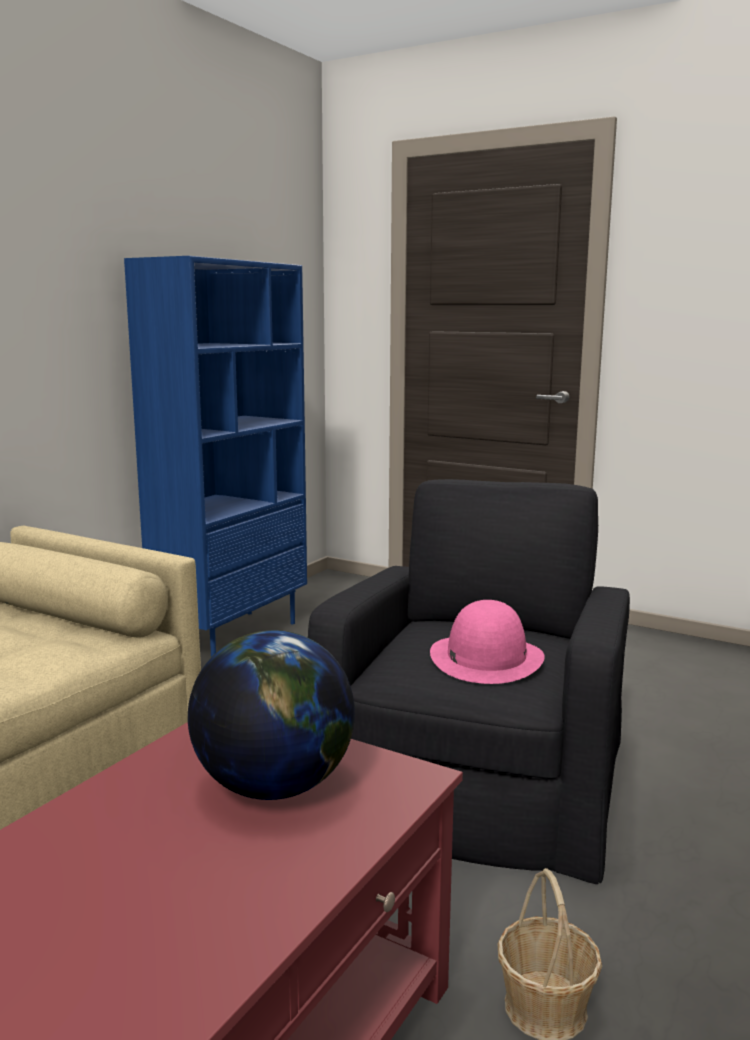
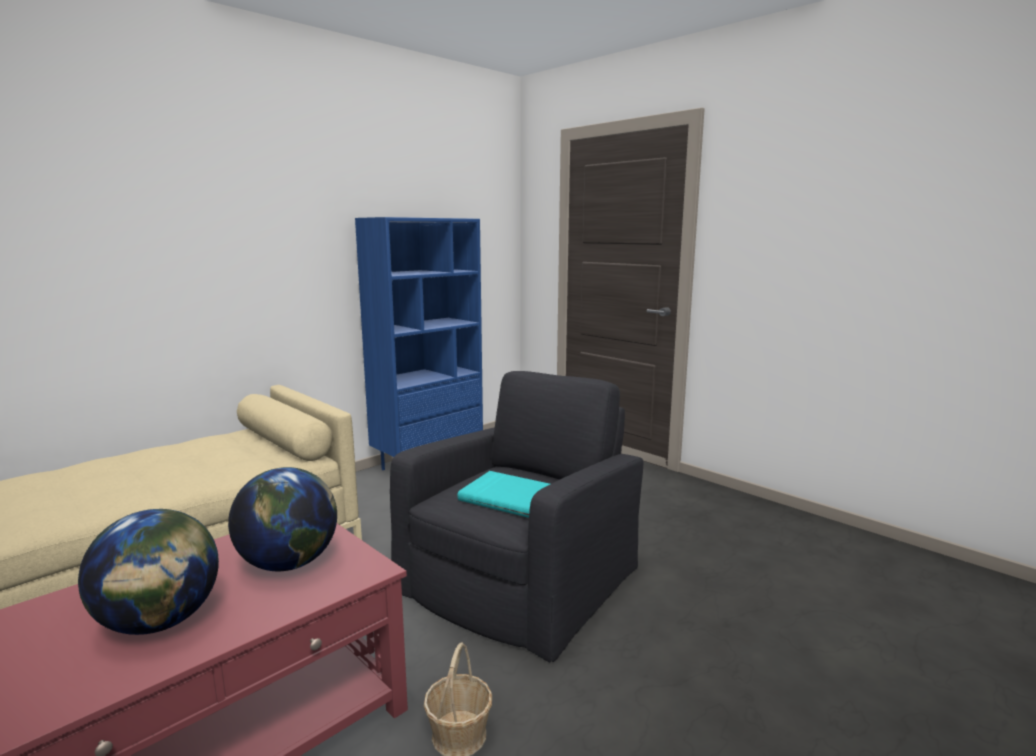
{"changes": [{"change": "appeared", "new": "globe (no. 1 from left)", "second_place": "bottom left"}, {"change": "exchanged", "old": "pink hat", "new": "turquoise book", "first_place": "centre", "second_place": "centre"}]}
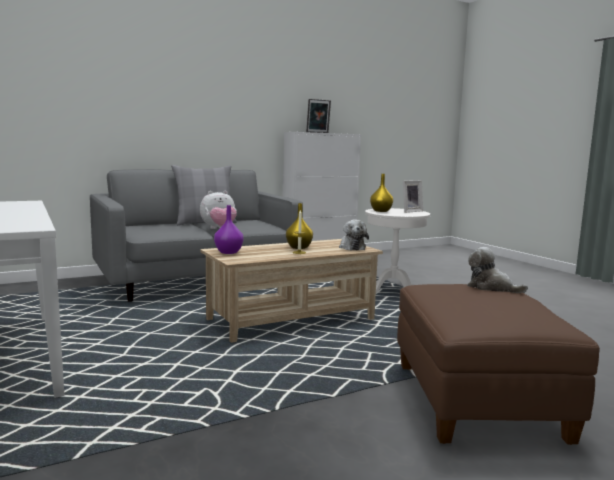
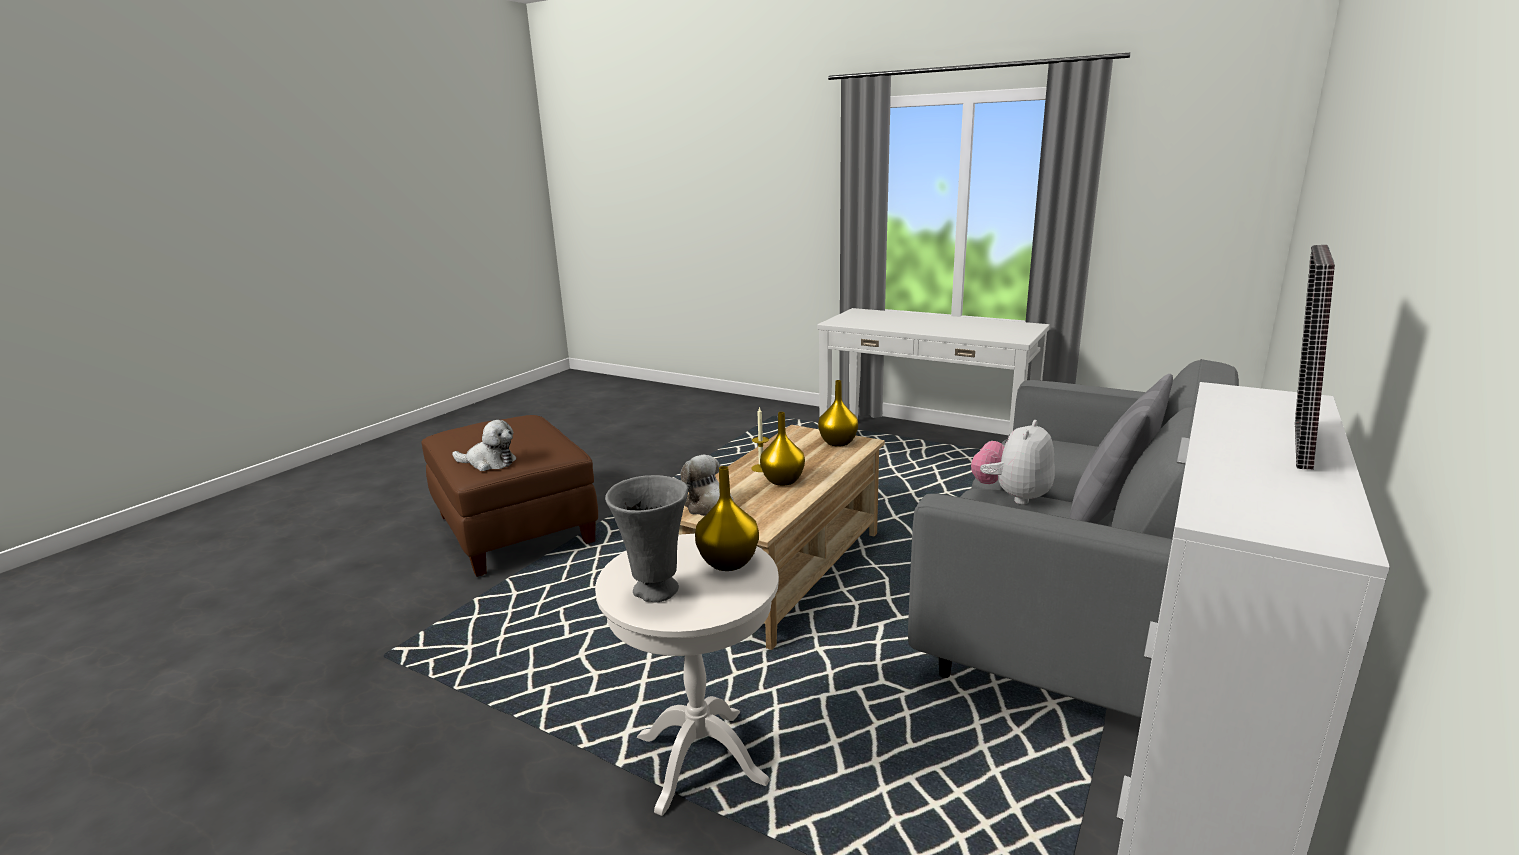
{"changes": [{"change": "exchanged", "old": "picture frame (no. 2 from left)", "new": "grey vase", "first_place": "middle right", "second_place": "centre"}, {"change": "colour", "old": "purple vase", "new": "yellow vase (no. 3 from left)", "first_place": "centre", "second_place": "centre"}]}
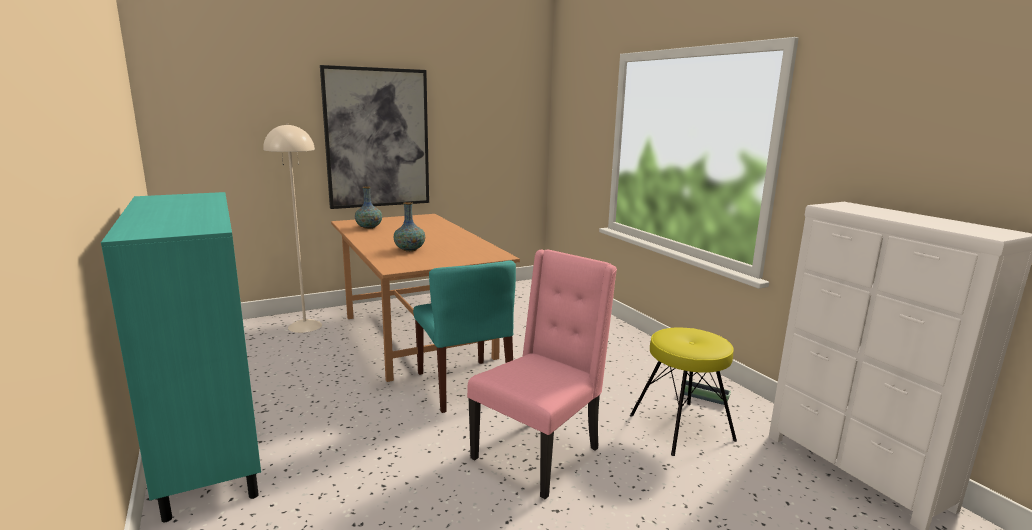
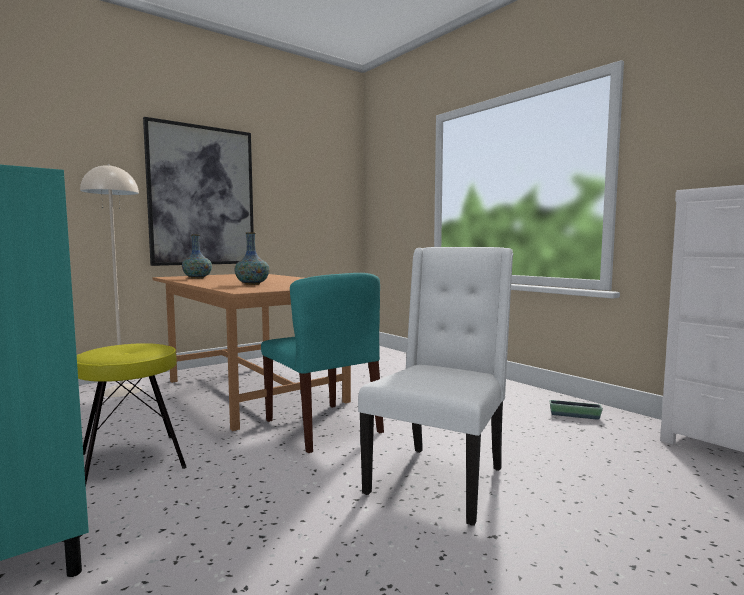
{"changes": [{"change": "relocated", "old": "yellow stool", "first_place": "bottom centre", "second_place": "bottom left"}, {"change": "colour", "old": "pink chair", "new": "white chair", "first_place": "bottom centre", "second_place": "centre"}]}
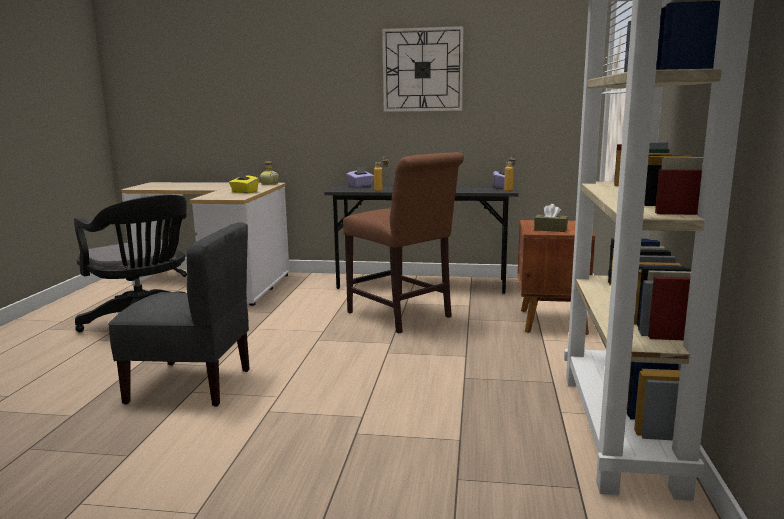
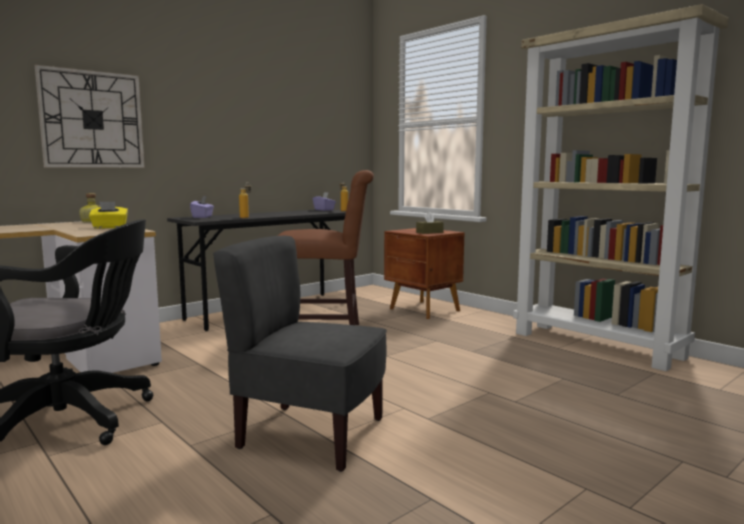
{"changes": [{"change": "relocated", "old": "wall clock", "first_place": "top centre", "second_place": "top left"}, {"change": "spun", "old": "grey chair", "first_place": "middle left", "second_place": "bottom centre", "degrees": -120}]}
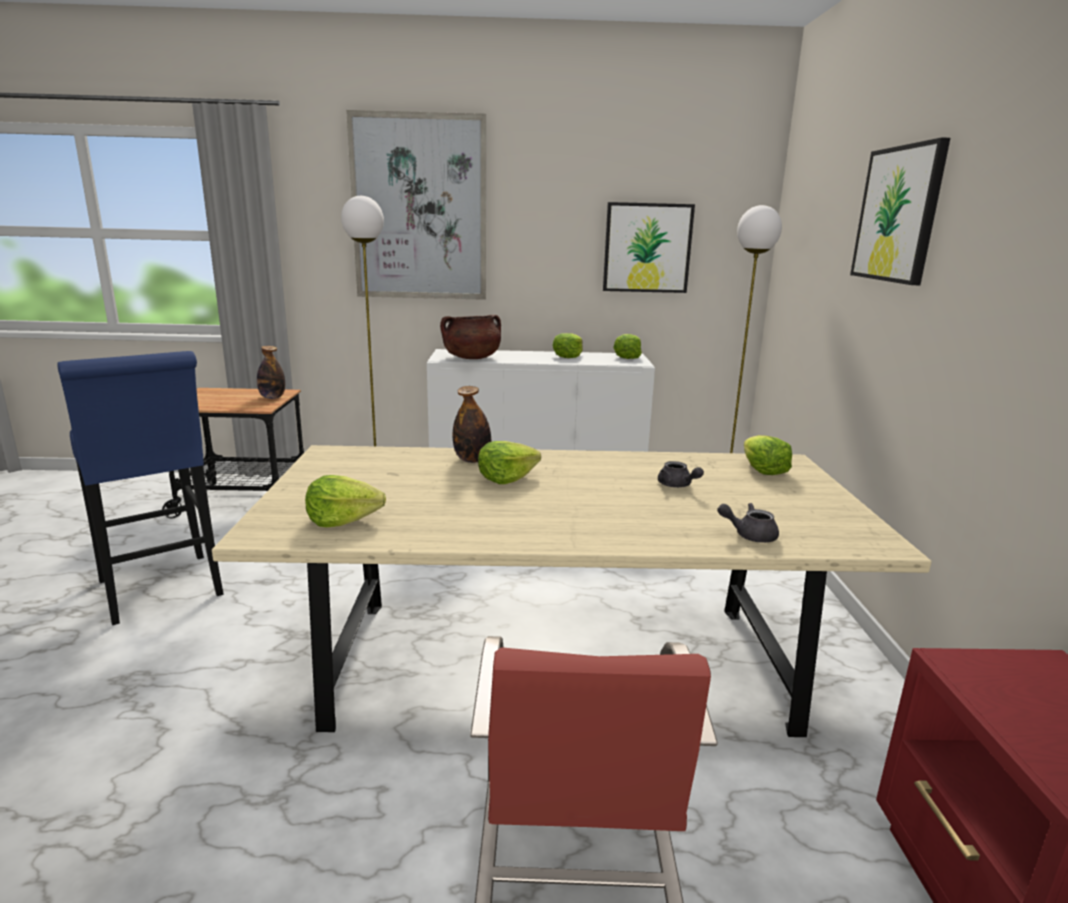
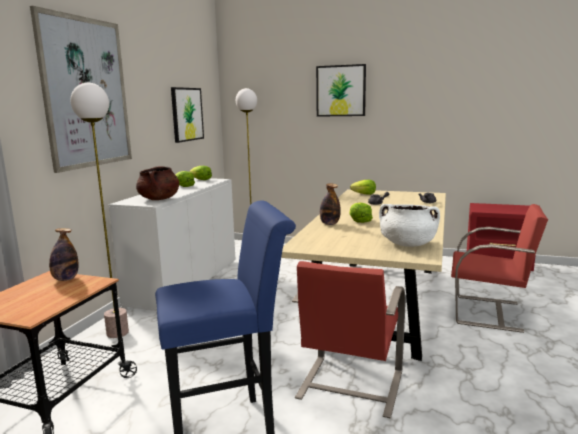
{"changes": [{"change": "appeared", "new": "red chair (no. 1 from left)", "second_place": "bottom centre"}, {"change": "exchanged", "old": "lettuce (no. 1 from left)", "new": "white cooking pot", "first_place": "middle left", "second_place": "middle right"}]}
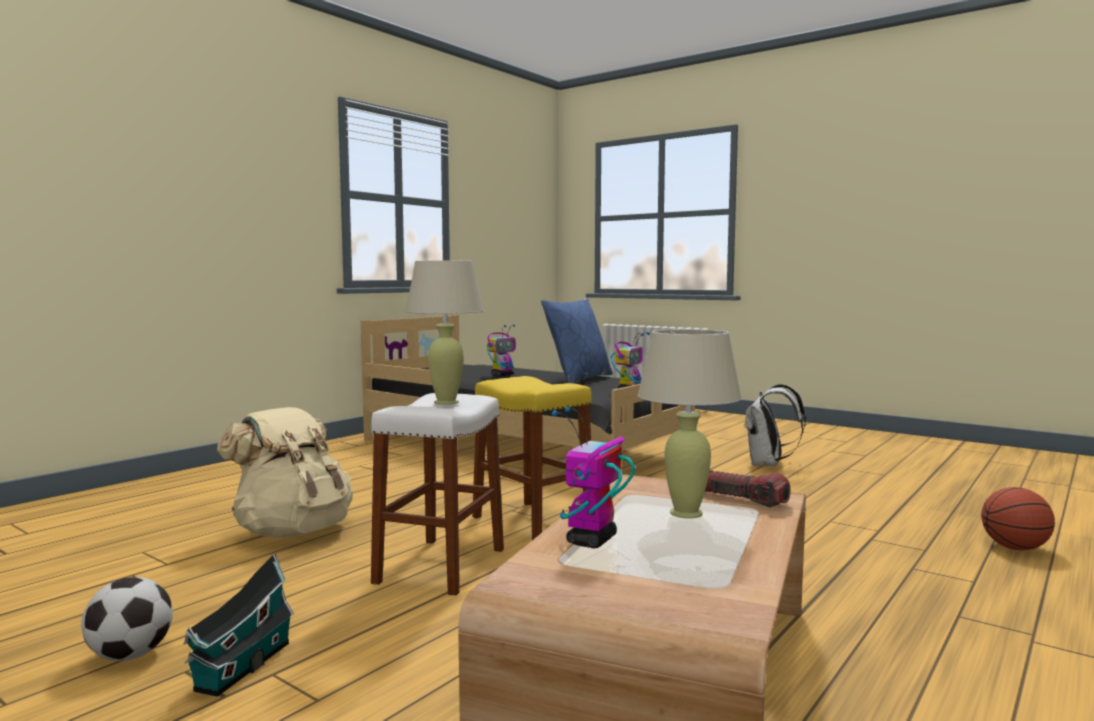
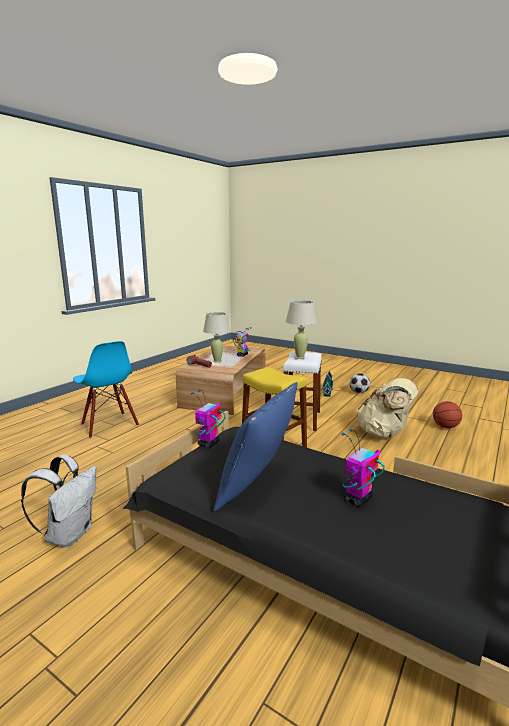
{"changes": [{"change": "appeared", "new": "blue chair", "second_place": "middle left"}, {"change": "relocated", "old": "basketball", "first_place": "bottom right", "second_place": "middle right"}]}
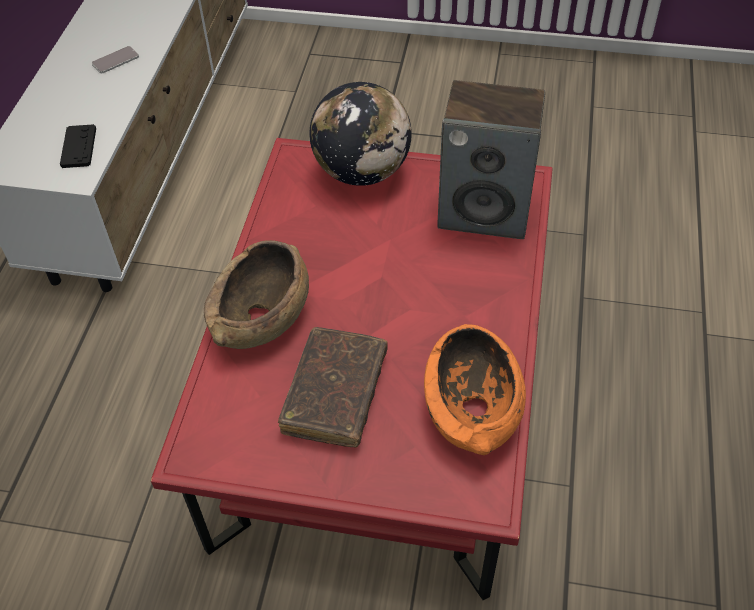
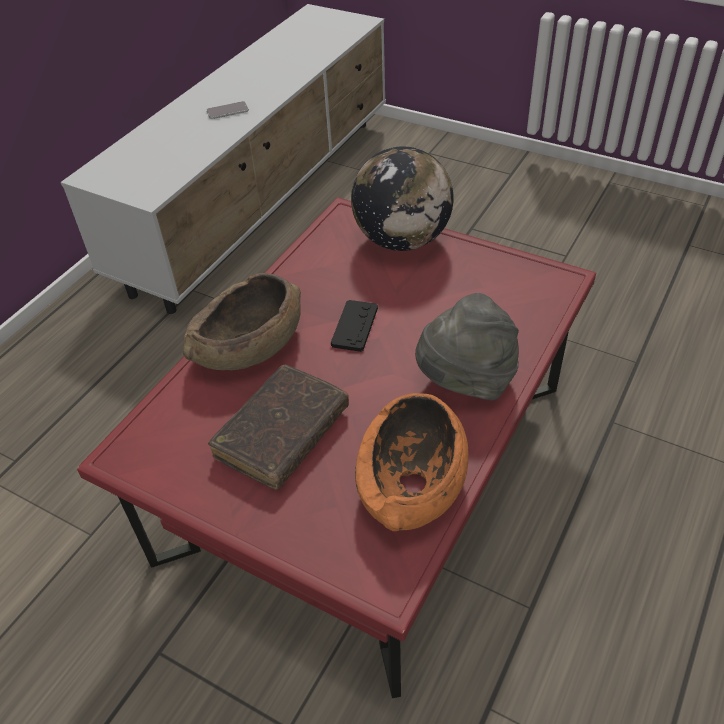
{"changes": [{"change": "relocated", "old": "black game controller", "first_place": "top left", "second_place": "centre"}, {"change": "appeared", "new": "grey hat", "second_place": "centre"}, {"change": "missing", "old": "speaker", "first_place": "top centre"}]}
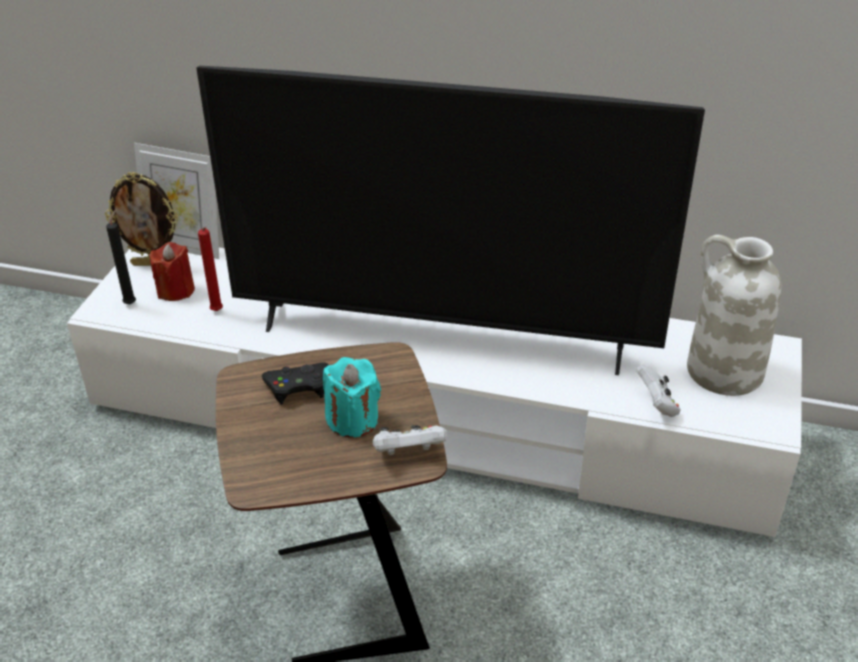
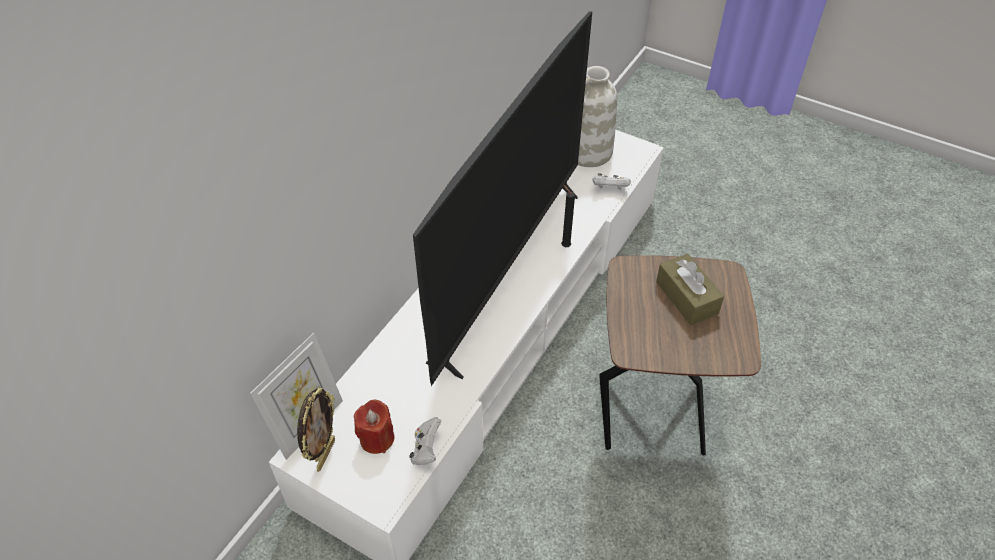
{"changes": [{"change": "relocated", "old": "white game controller (no. 1 from left)", "first_place": "centre", "second_place": "bottom centre"}, {"change": "relocated", "old": "black candle", "first_place": "middle left", "second_place": "centre"}, {"change": "exchanged", "old": "turquoise candle", "new": "brown tissue box", "first_place": "centre", "second_place": "middle right"}, {"change": "missing", "old": "red candle (no. 2 from left)", "first_place": "middle left"}, {"change": "missing", "old": "black game controller", "first_place": "centre"}]}
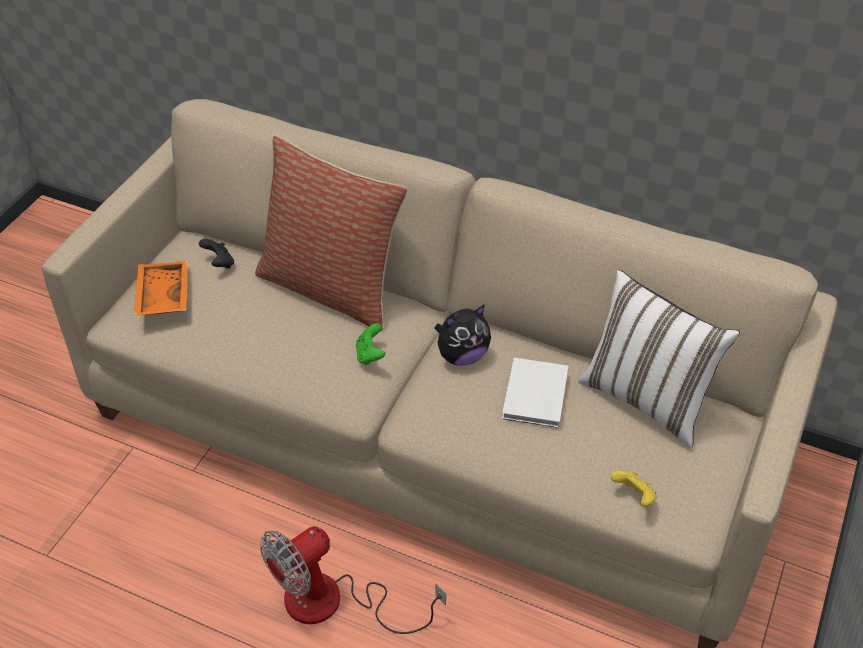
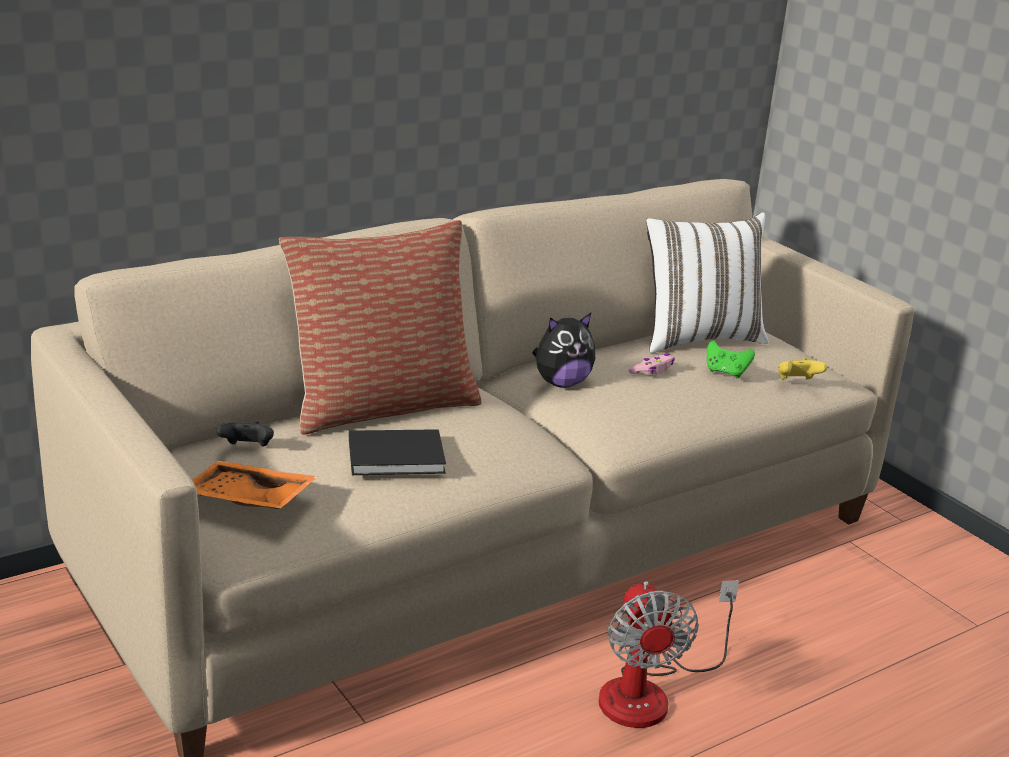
{"changes": [{"change": "appeared", "new": "black book", "second_place": "centre"}, {"change": "spun", "old": "plush toy", "first_place": "centre", "second_place": "centre", "degrees": 60}, {"change": "exchanged", "old": "white book", "new": "pink game controller", "first_place": "centre", "second_place": "centre"}, {"change": "relocated", "old": "green game controller", "first_place": "centre", "second_place": "middle right"}]}
